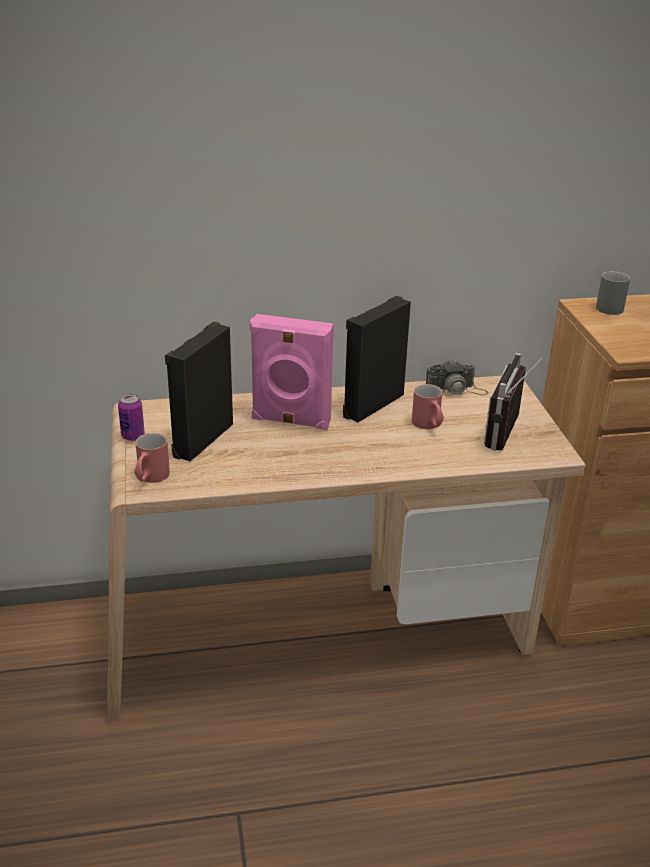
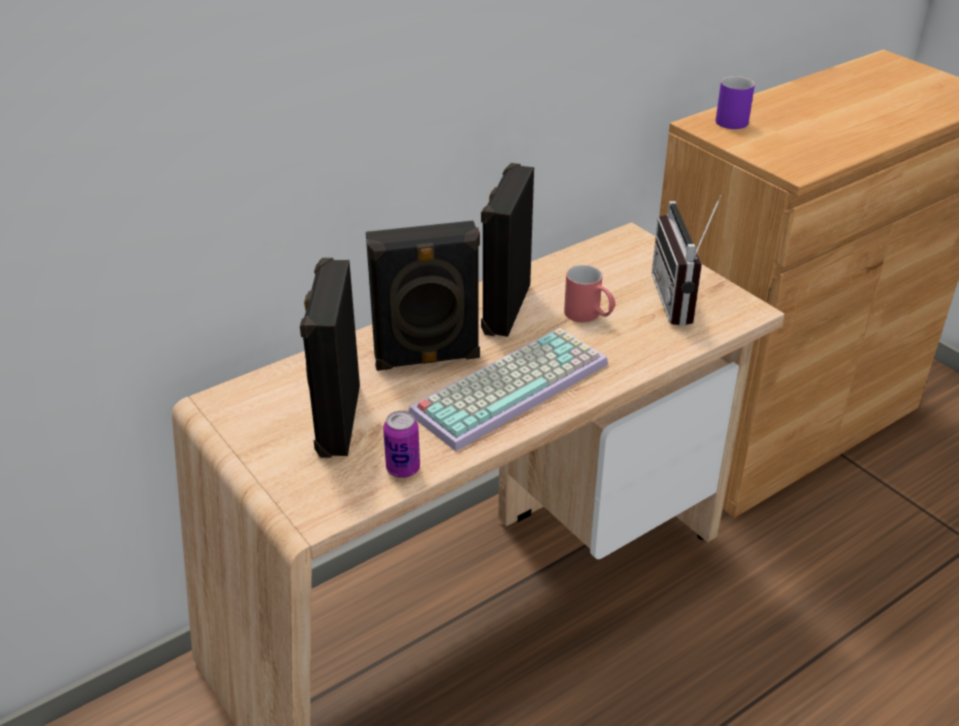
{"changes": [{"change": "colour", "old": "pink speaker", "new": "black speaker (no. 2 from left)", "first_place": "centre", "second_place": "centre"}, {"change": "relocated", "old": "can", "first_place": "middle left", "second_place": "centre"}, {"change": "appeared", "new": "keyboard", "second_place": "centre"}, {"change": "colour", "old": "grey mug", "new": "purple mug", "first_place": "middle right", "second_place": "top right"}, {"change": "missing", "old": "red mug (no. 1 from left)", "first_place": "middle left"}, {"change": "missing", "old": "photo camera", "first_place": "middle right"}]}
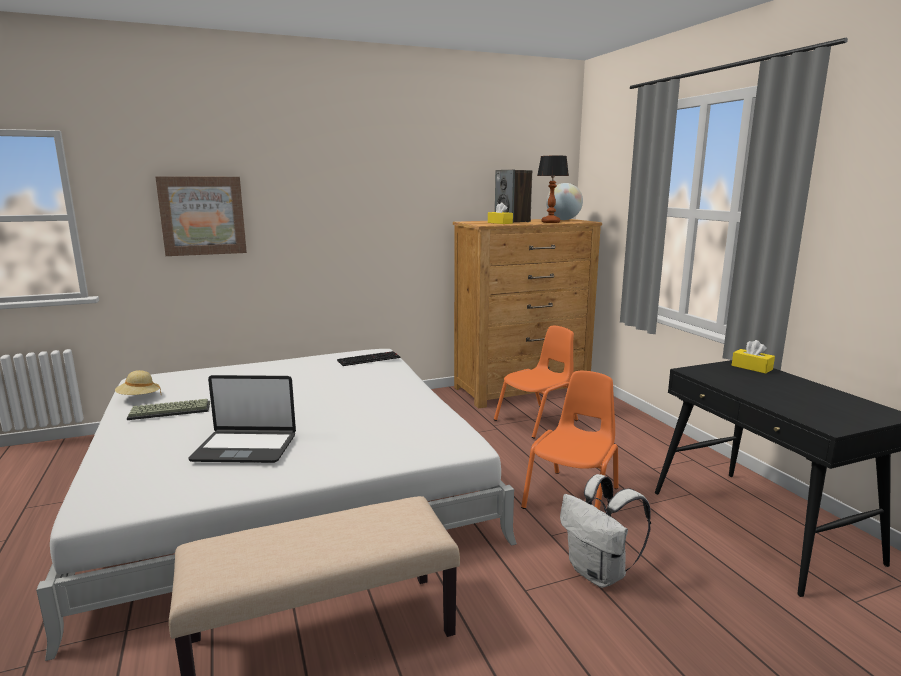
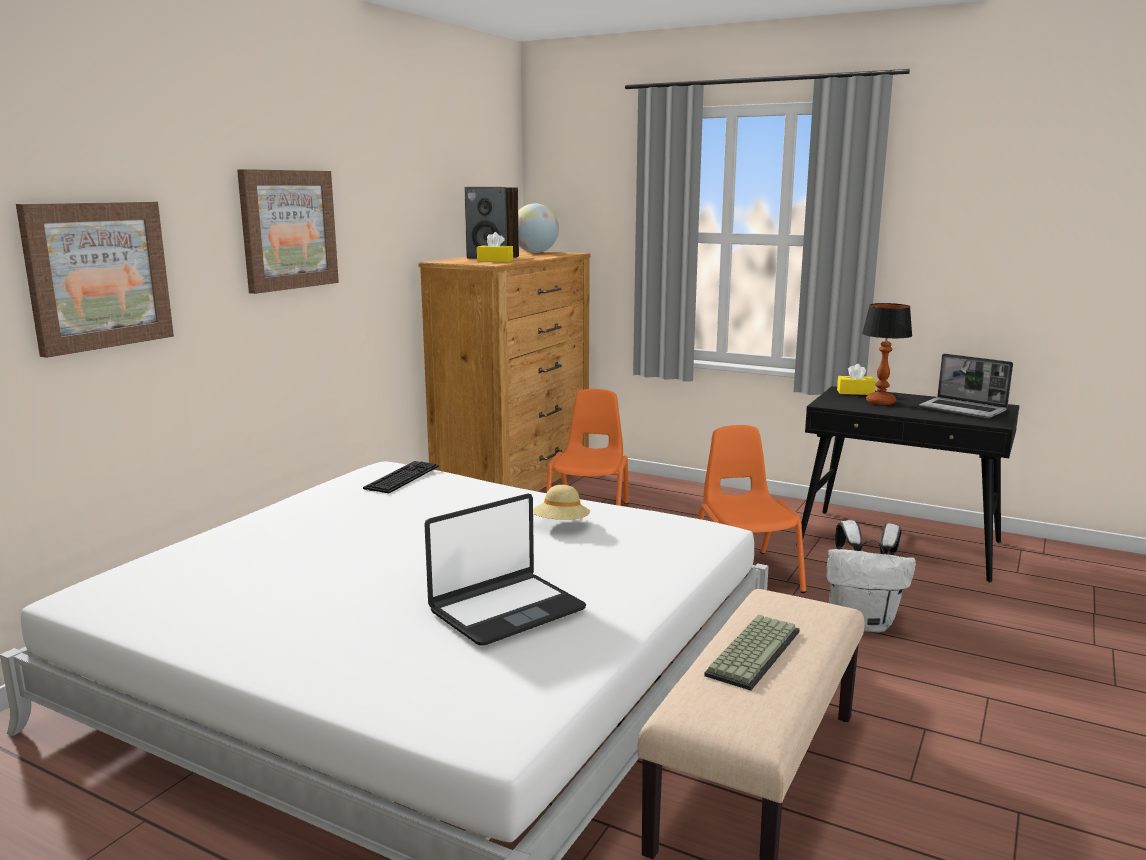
{"changes": [{"change": "appeared", "new": "picture (no. 2 from left)", "second_place": "top left"}, {"change": "relocated", "old": "beige hat", "first_place": "middle left", "second_place": "centre"}, {"change": "relocated", "old": "keyboard (no. 1 from left in the first image)", "new": "keyboard (no. 2 from left)", "first_place": "middle left", "second_place": "bottom centre"}, {"change": "relocated", "old": "table lamp", "first_place": "top centre", "second_place": "middle right"}, {"change": "appeared", "new": "laptop (no. 2 from left)", "second_place": "middle right"}]}
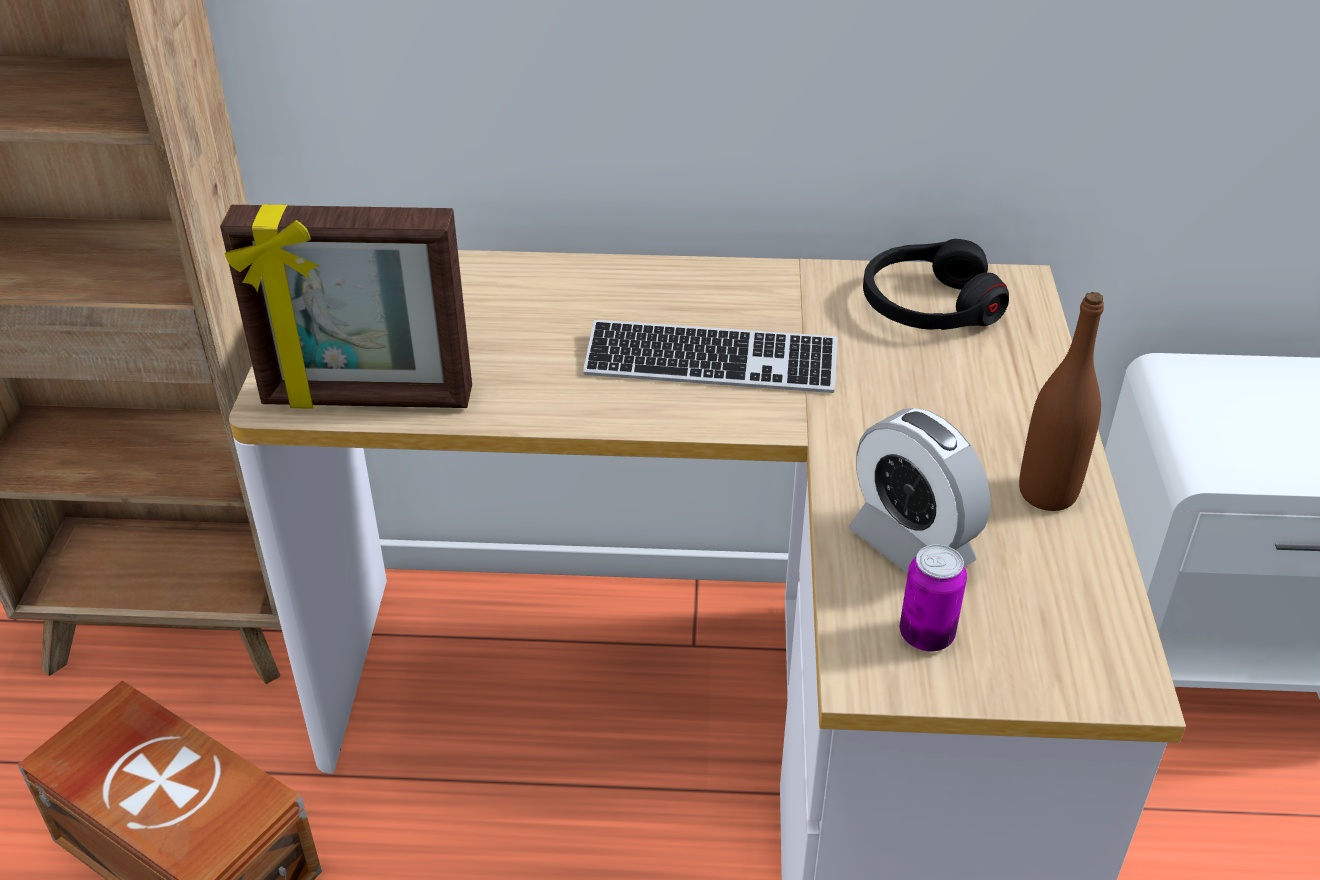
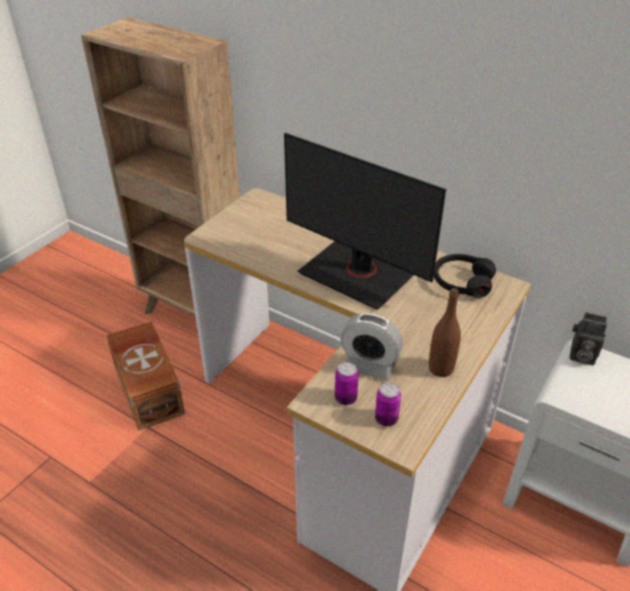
{"changes": [{"change": "exchanged", "old": "keyboard", "new": "monitor", "first_place": "centre", "second_place": "centre"}, {"change": "spun", "old": "alarm clock", "first_place": "middle right", "second_place": "centre", "degrees": -60}, {"change": "appeared", "new": "can (no. 2 from left)", "second_place": "bottom centre"}, {"change": "appeared", "new": "photo camera", "second_place": "middle right"}, {"change": "missing", "old": "picture frame", "first_place": "middle left"}]}
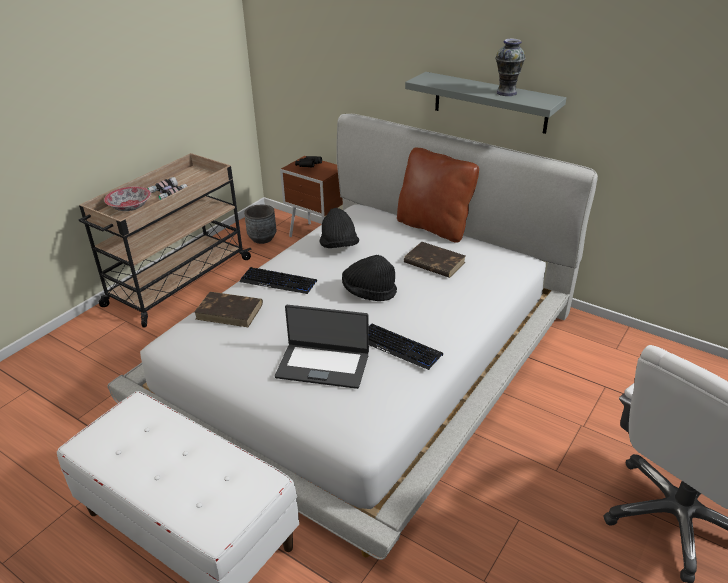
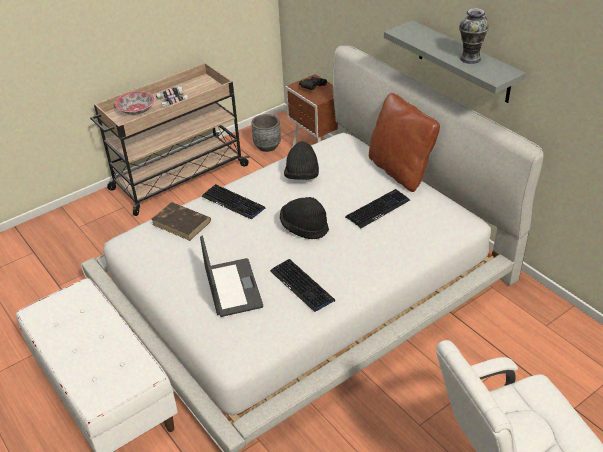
{"changes": [{"change": "spun", "old": "laptop", "first_place": "centre", "second_place": "centre", "degrees": -135}, {"change": "exchanged", "old": "brown book (no. 2 from left)", "new": "keyboard (no. 3 from left)", "first_place": "centre", "second_place": "centre"}]}
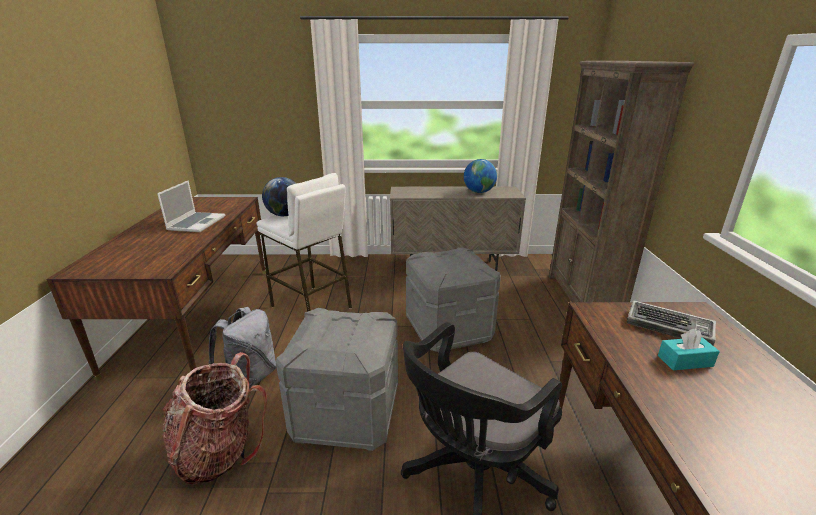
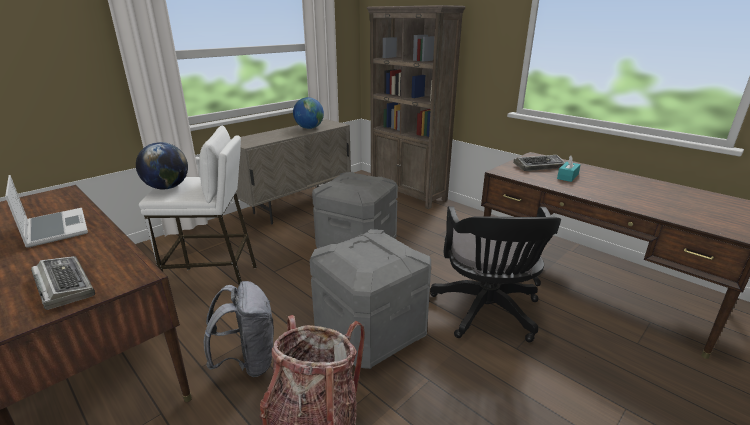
{"changes": [{"change": "appeared", "new": "keyboard (no. 1 from left)", "second_place": "middle left"}]}
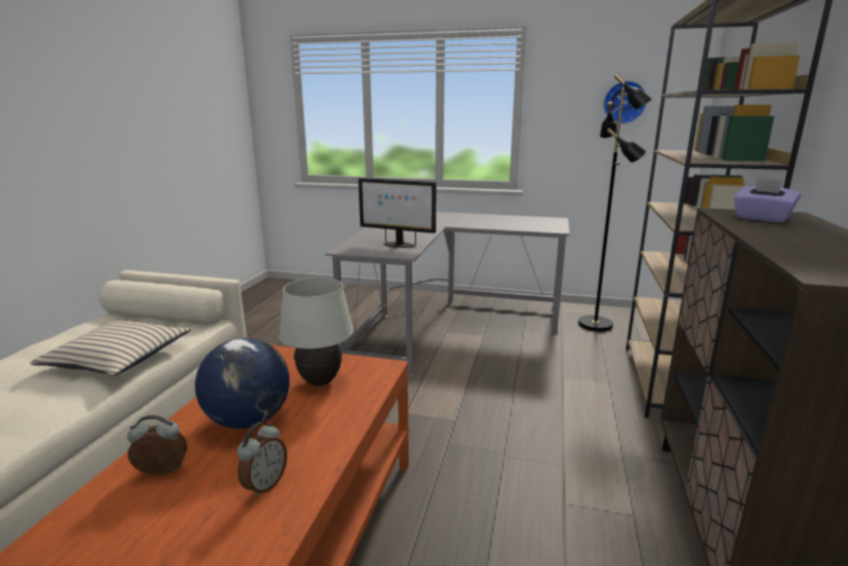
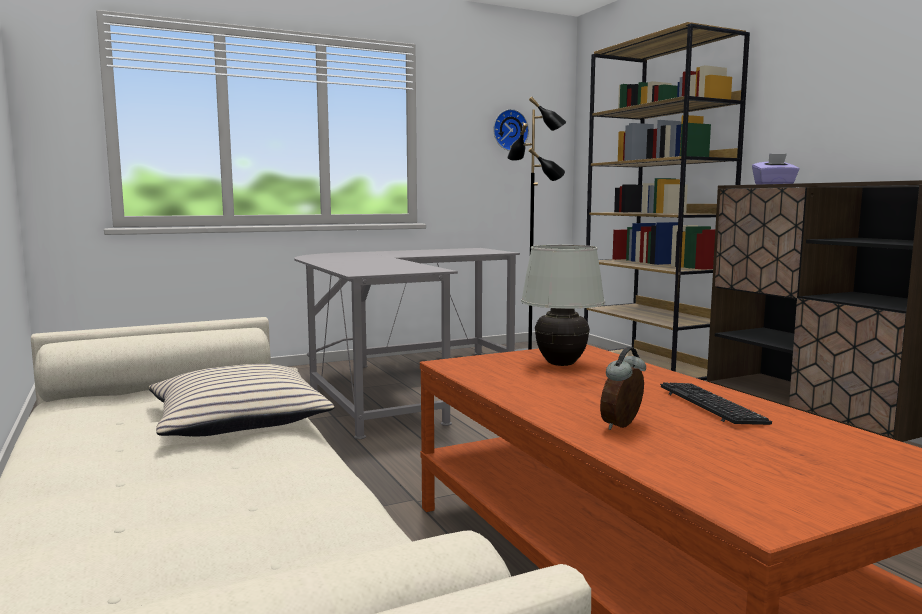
{"changes": [{"change": "exchanged", "old": "alarm clock (no. 2 from left)", "new": "keyboard", "first_place": "bottom left", "second_place": "middle right"}, {"change": "missing", "old": "globe", "first_place": "bottom left"}, {"change": "missing", "old": "monitor", "first_place": "centre"}]}
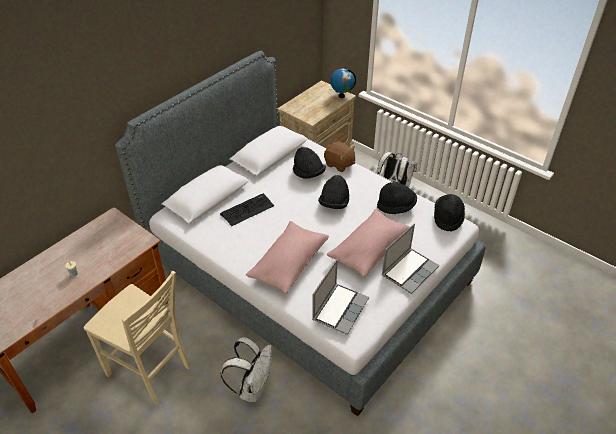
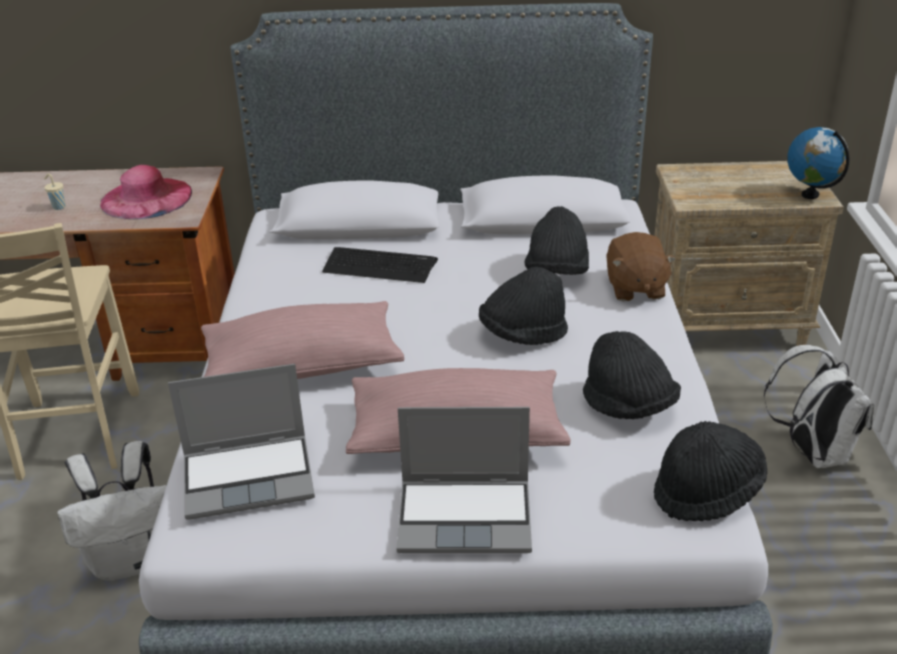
{"changes": [{"change": "appeared", "new": "pink hat", "second_place": "top left"}]}
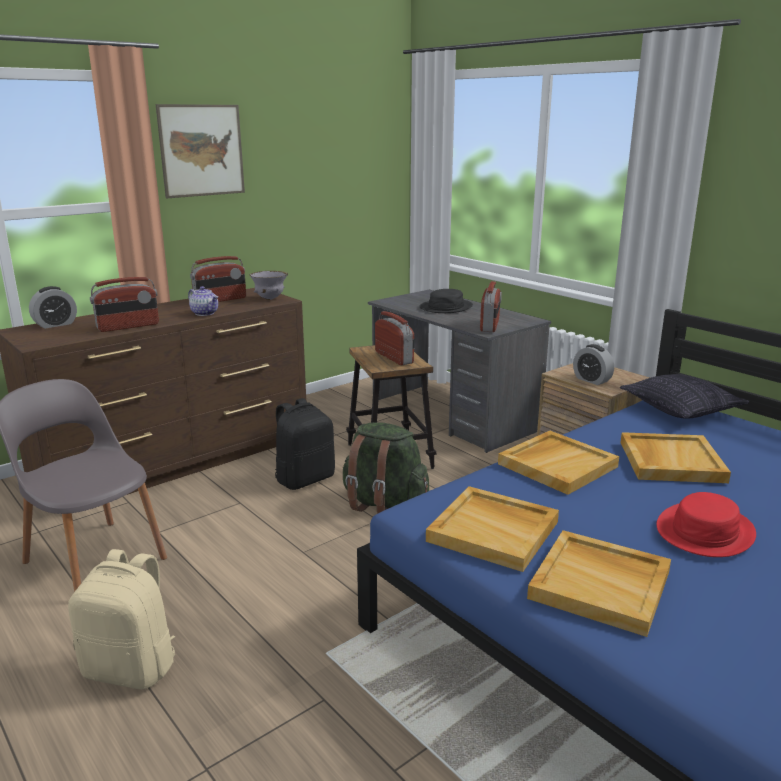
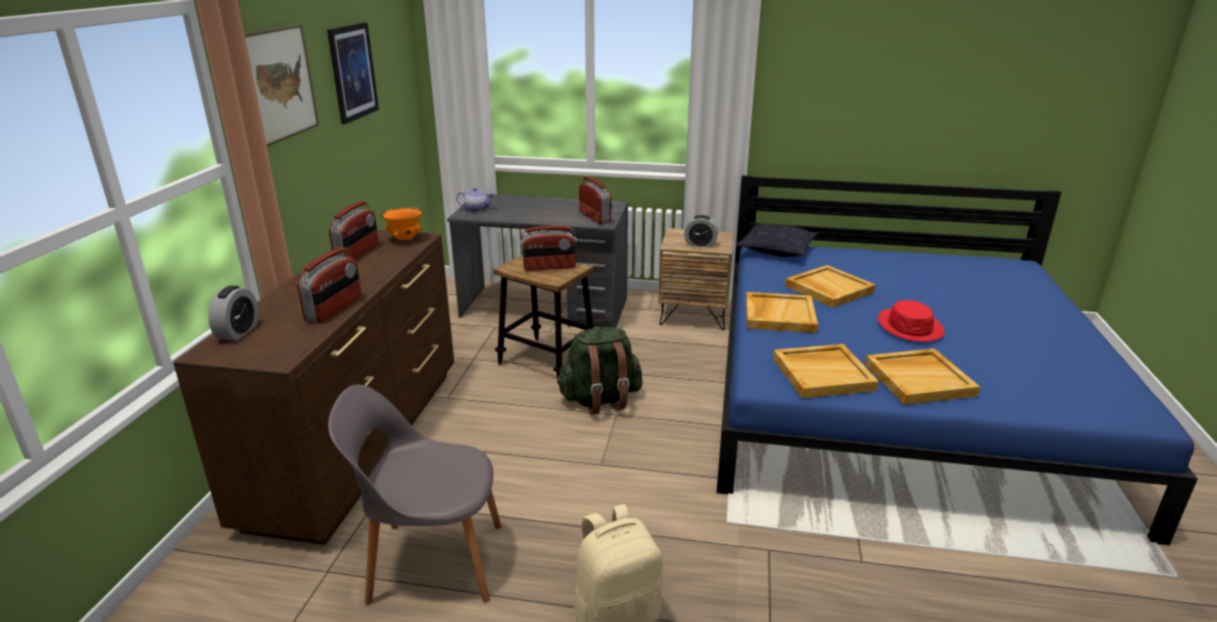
{"changes": [{"change": "appeared", "new": "picture (no. 2 from left)", "second_place": "top left"}, {"change": "colour", "old": "grey bowl", "new": "orange bowl", "first_place": "centre", "second_place": "middle left"}, {"change": "relocated", "old": "teapot", "first_place": "middle left", "second_place": "top centre"}, {"change": "spun", "old": "radio (no. 3 from left)", "first_place": "centre", "second_place": "centre", "degrees": 150}, {"change": "missing", "old": "black backpack", "first_place": "centre"}, {"change": "missing", "old": "black hat", "first_place": "centre"}]}
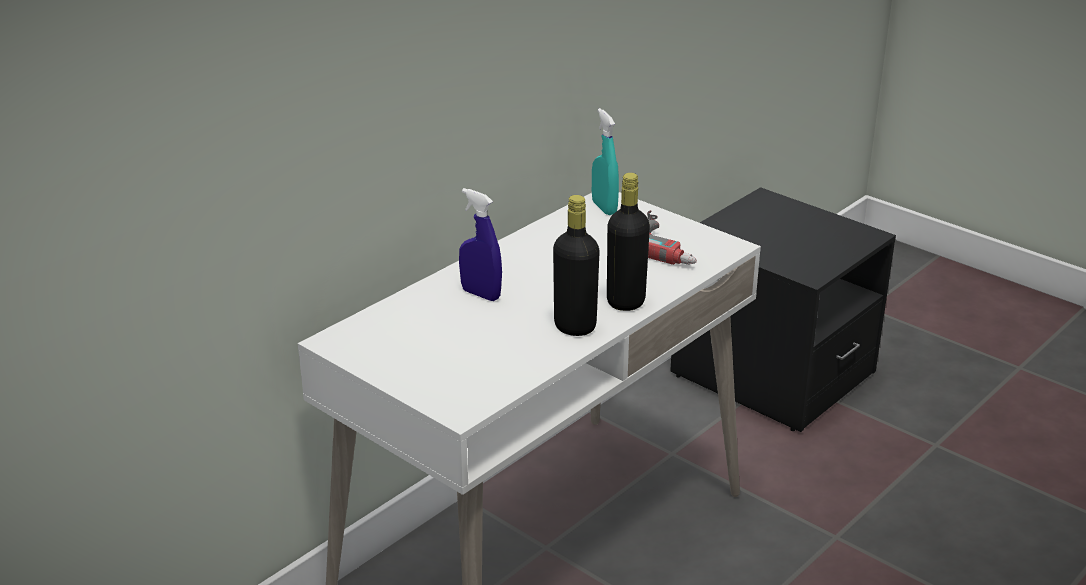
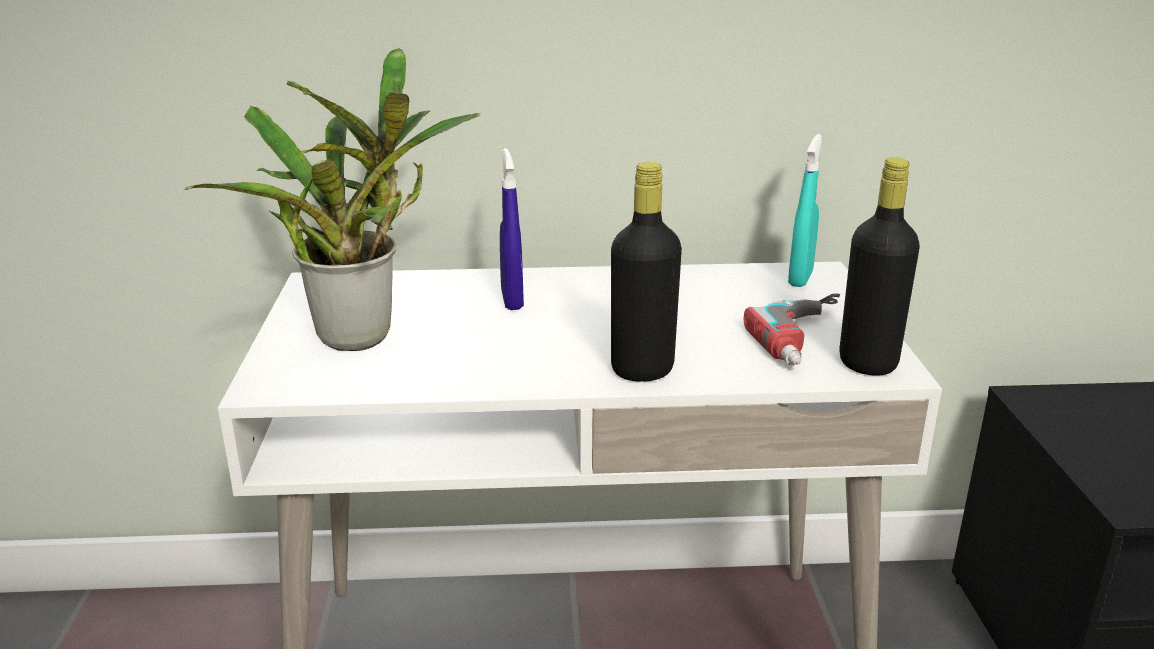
{"changes": [{"change": "appeared", "new": "potted plant", "second_place": "top left"}, {"change": "relocated", "old": "black bottle (no. 1 from left in the first image)", "new": "black bottle (no. 2 from left)", "first_place": "centre", "second_place": "middle right"}]}
